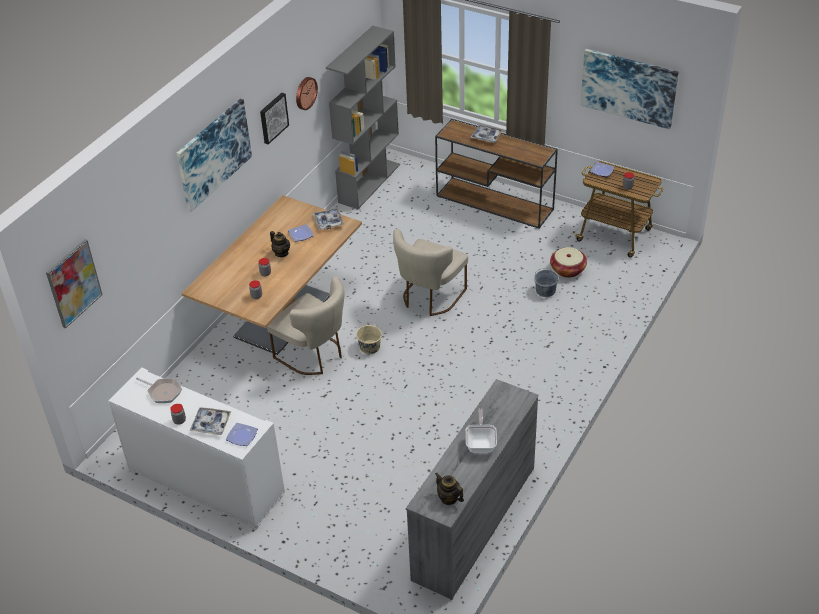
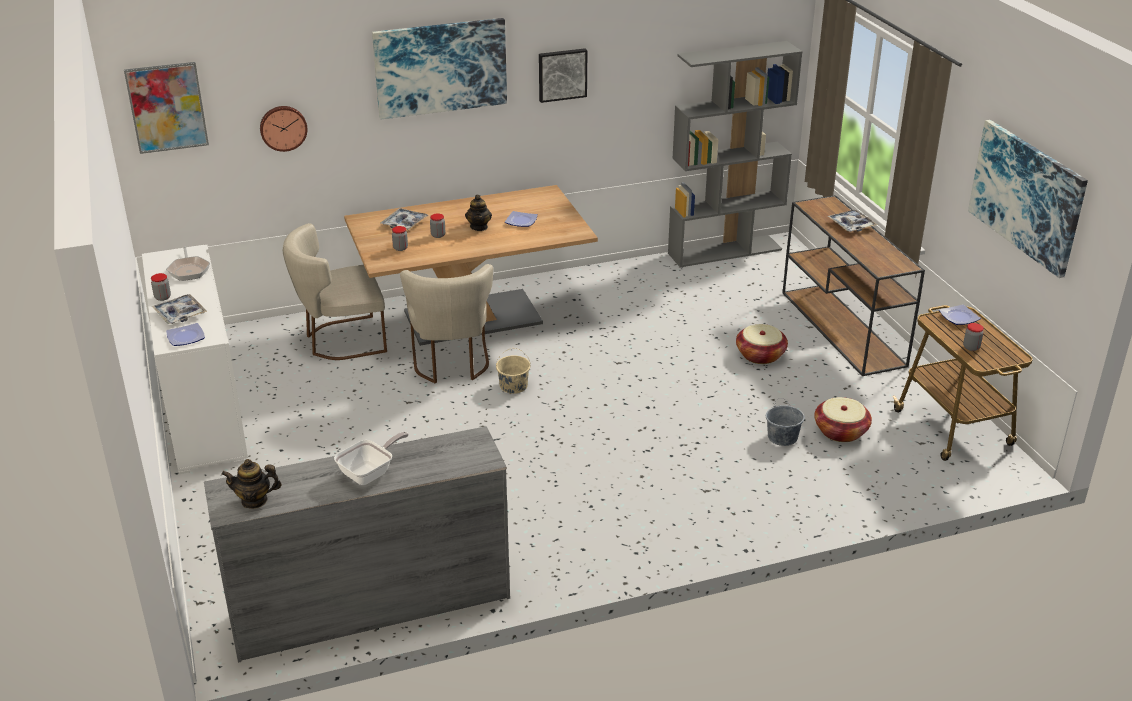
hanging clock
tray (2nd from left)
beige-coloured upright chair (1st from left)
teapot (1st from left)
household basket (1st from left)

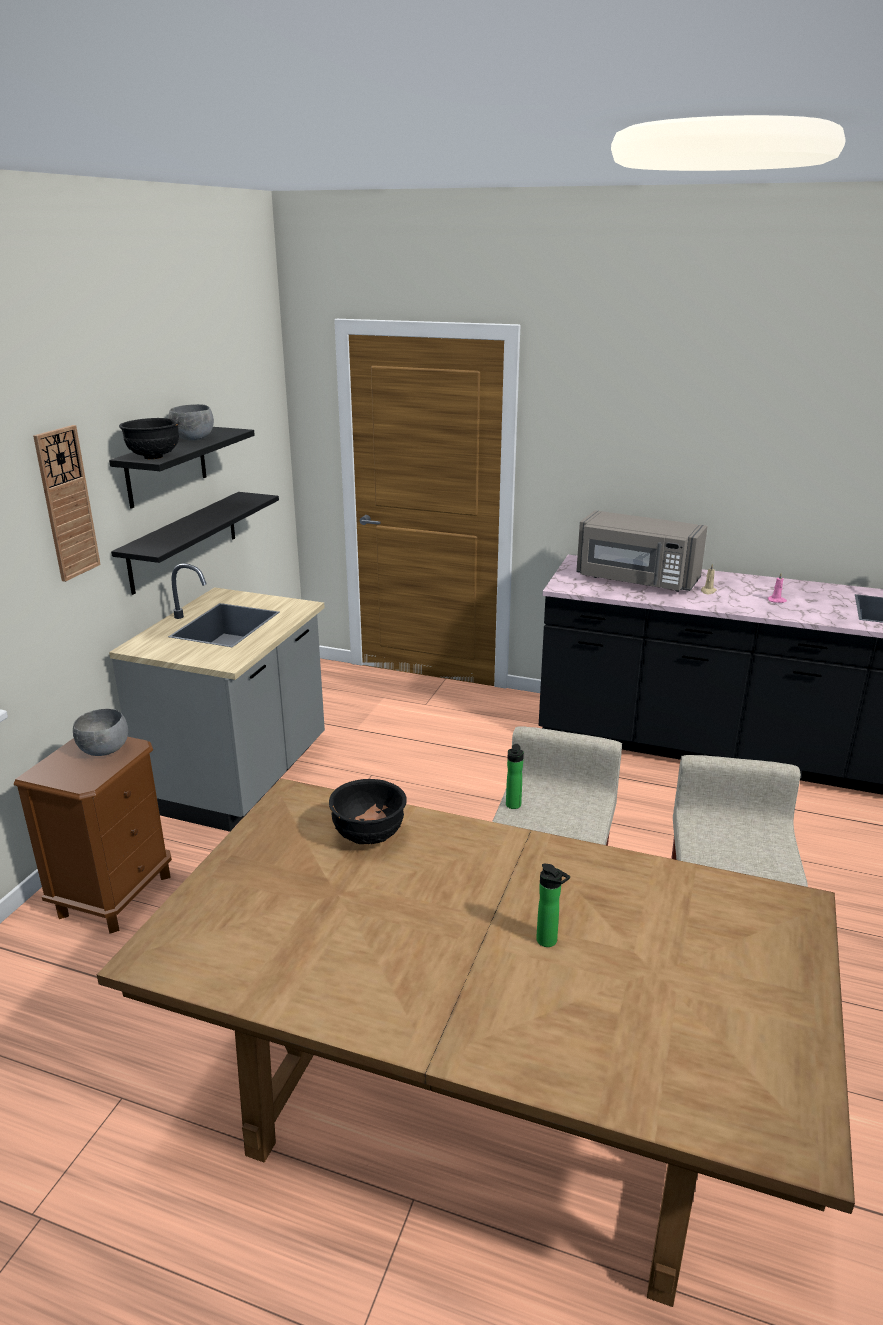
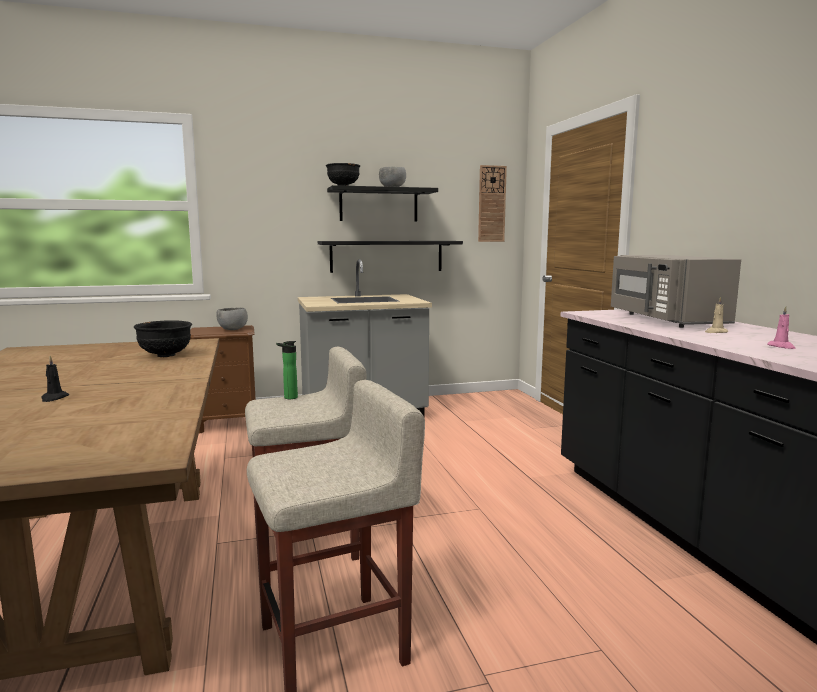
hanging clock
black candle

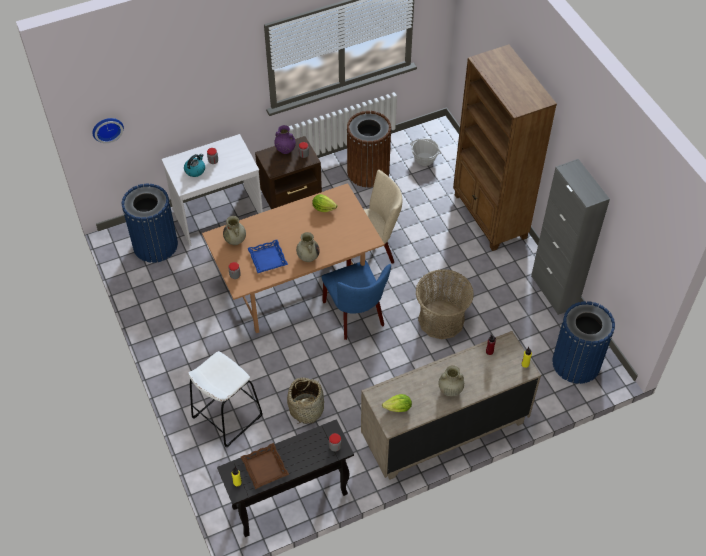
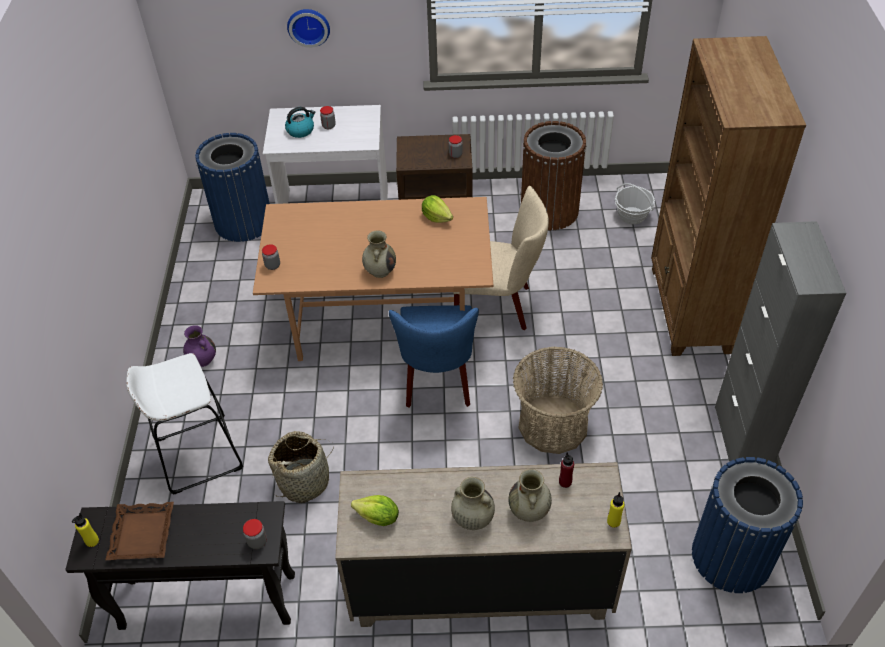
hanging clock
purplish decorative vase
beige-coloured decorative vase (3rd from left)
blue tray

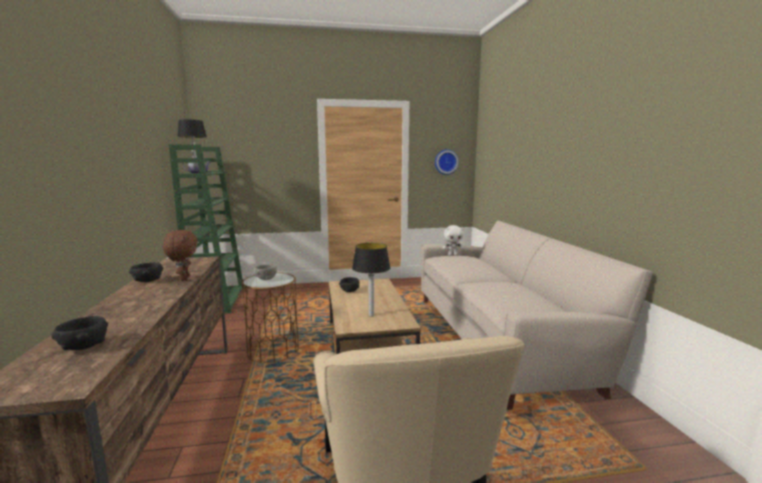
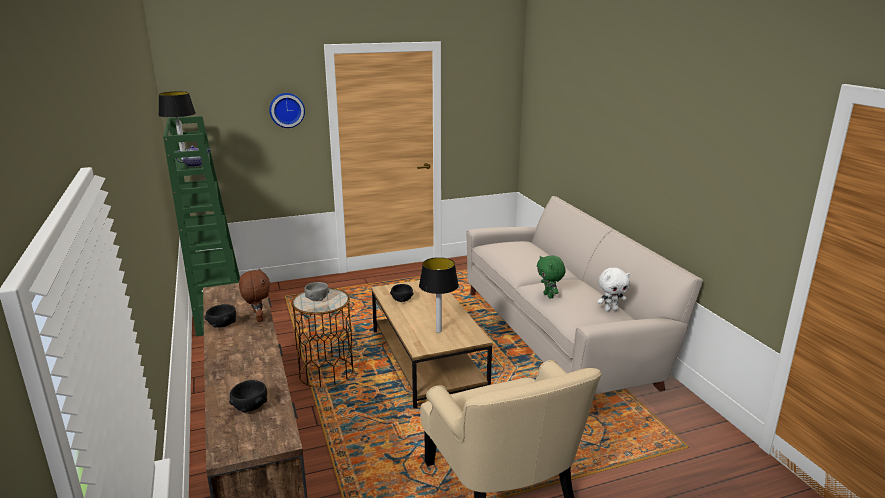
hanging clock
white cuddly toy
greenish cuddly toy

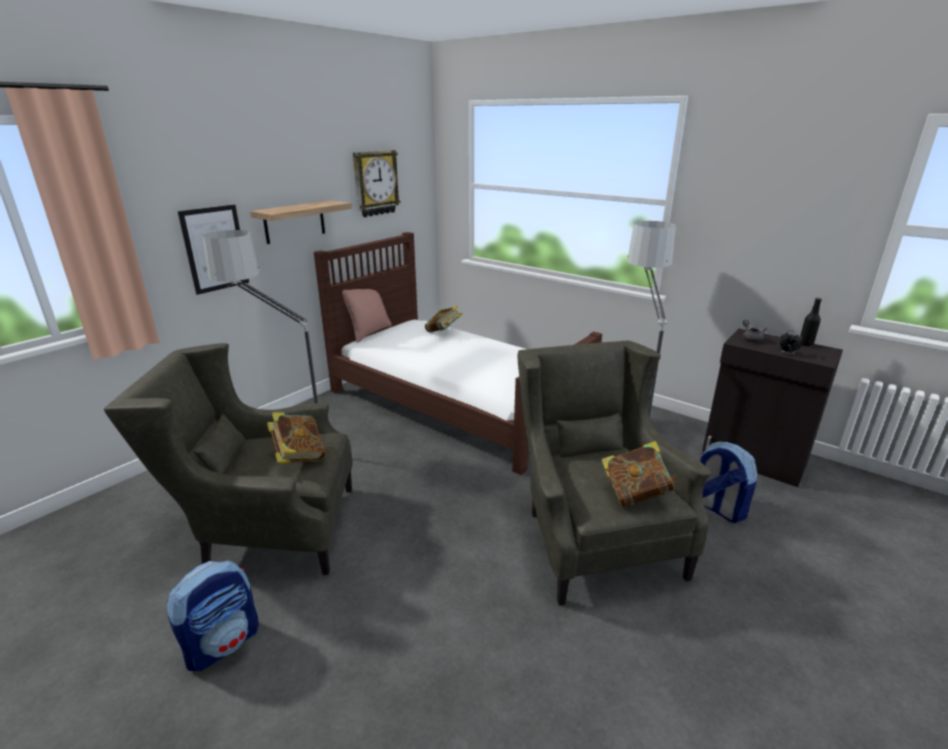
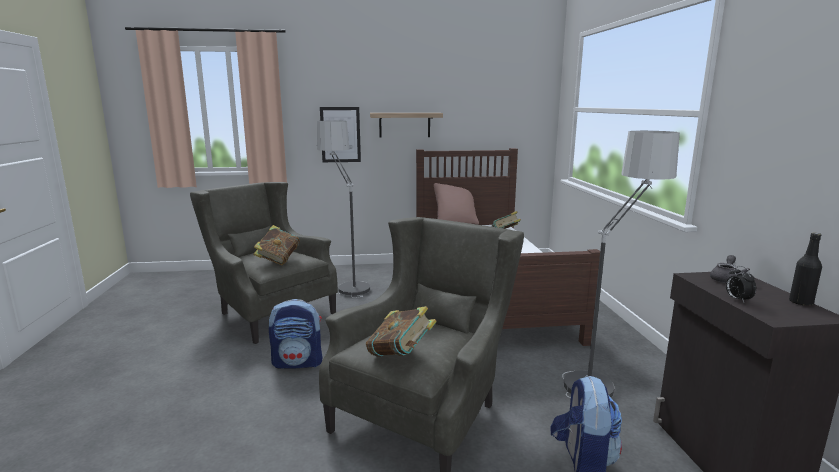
hanging clock
backpack (1st from left)

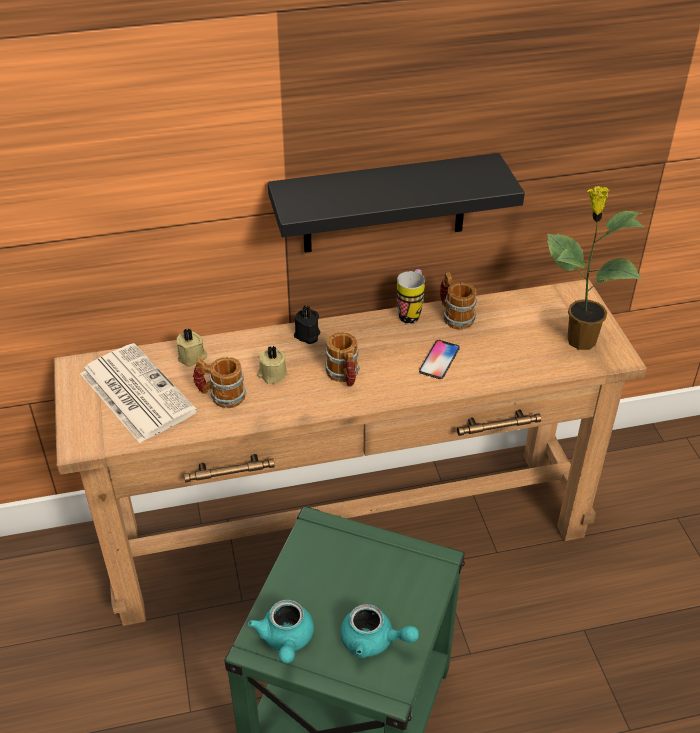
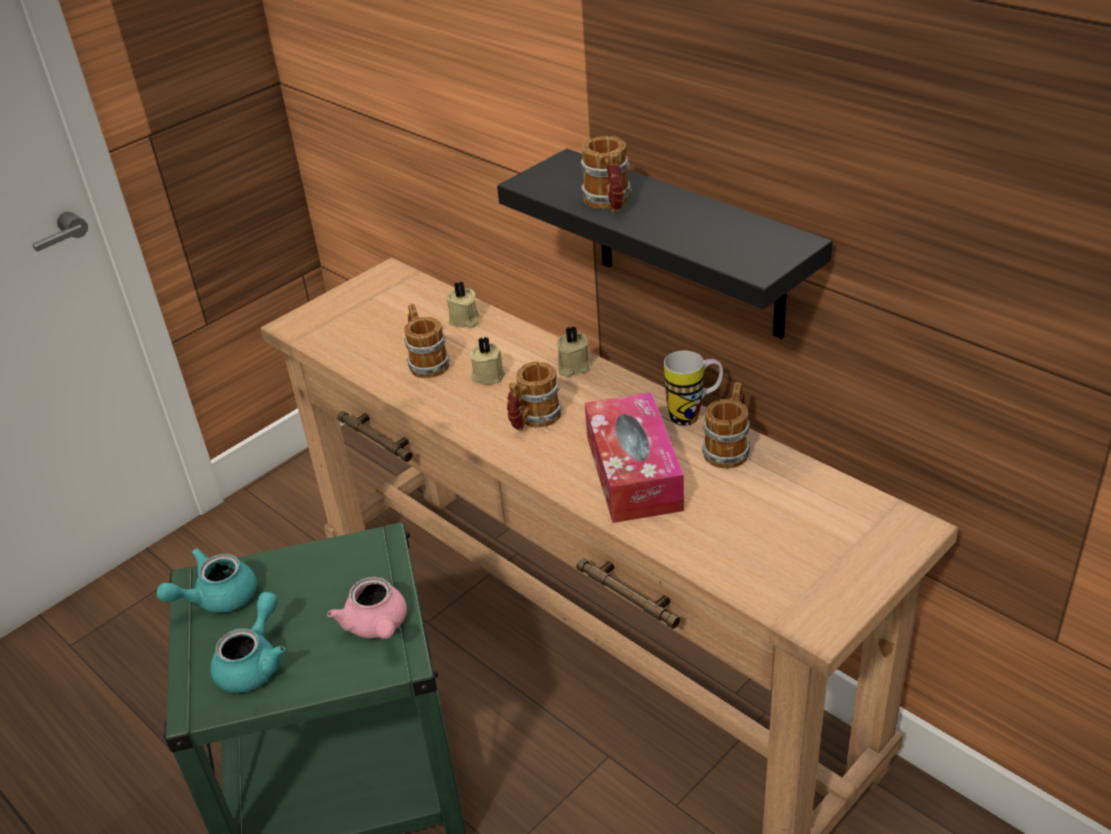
houseplant
beige-coloured candle (3rd from left)
box of tissues
newspaper
blue-green teapot (2nd from left)
mug (3rd from left)
pink teapot

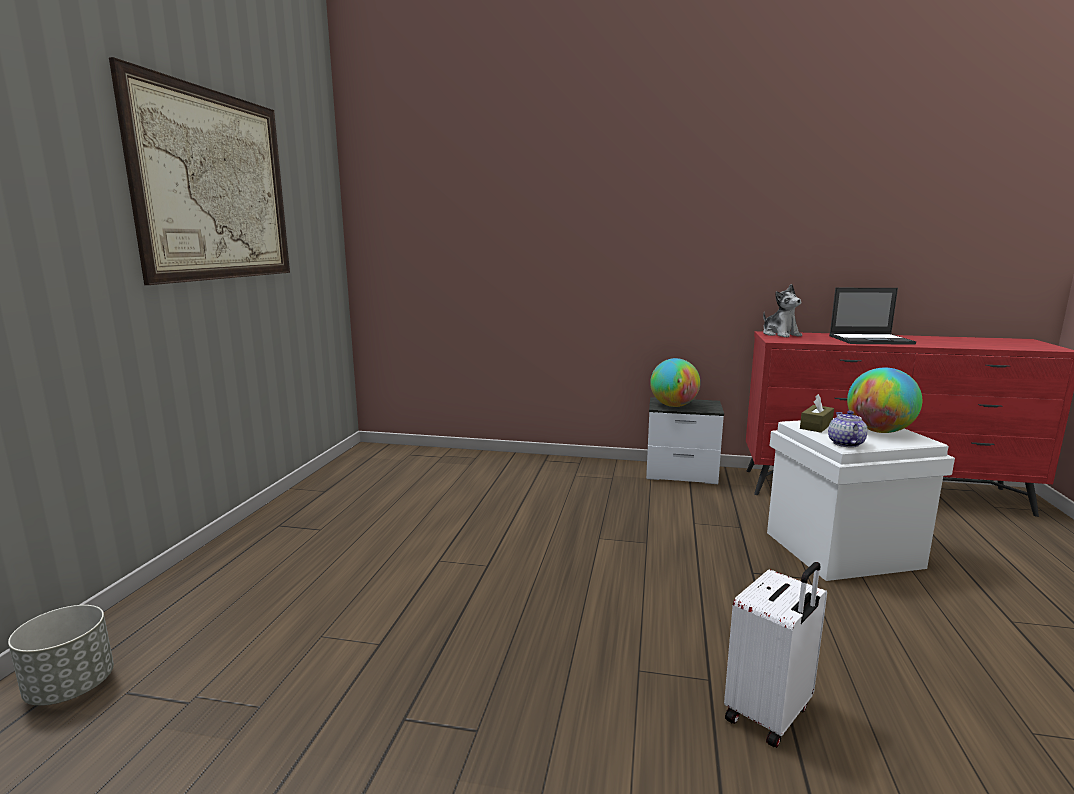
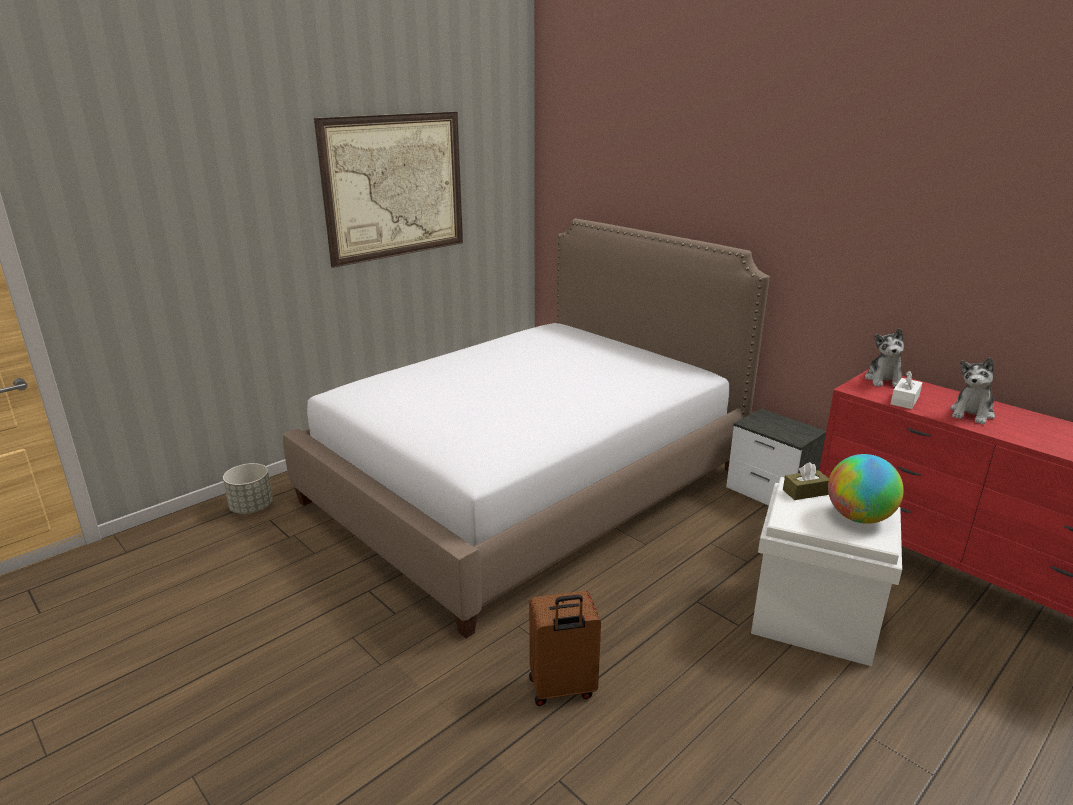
cuddly toy (2nd from left)
globe (1st from left in the first image)
teapot
brown travel case
bedroom bed
white box of tissues

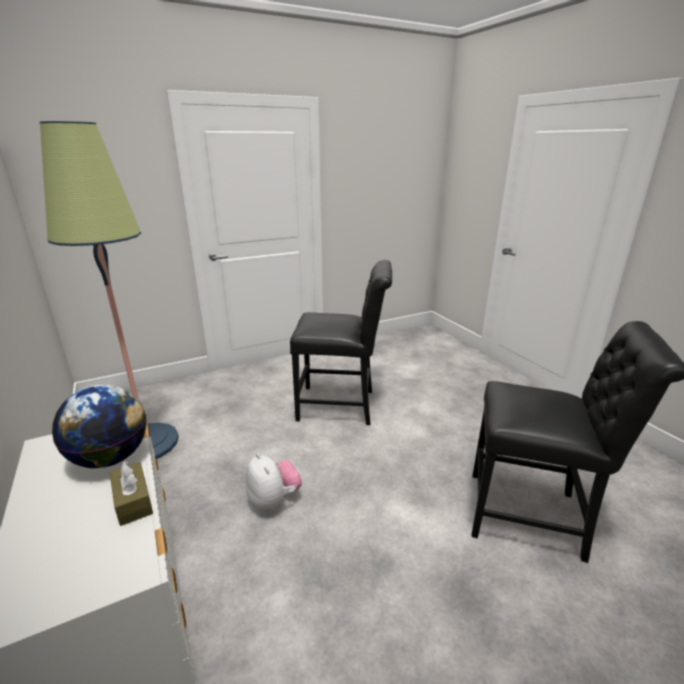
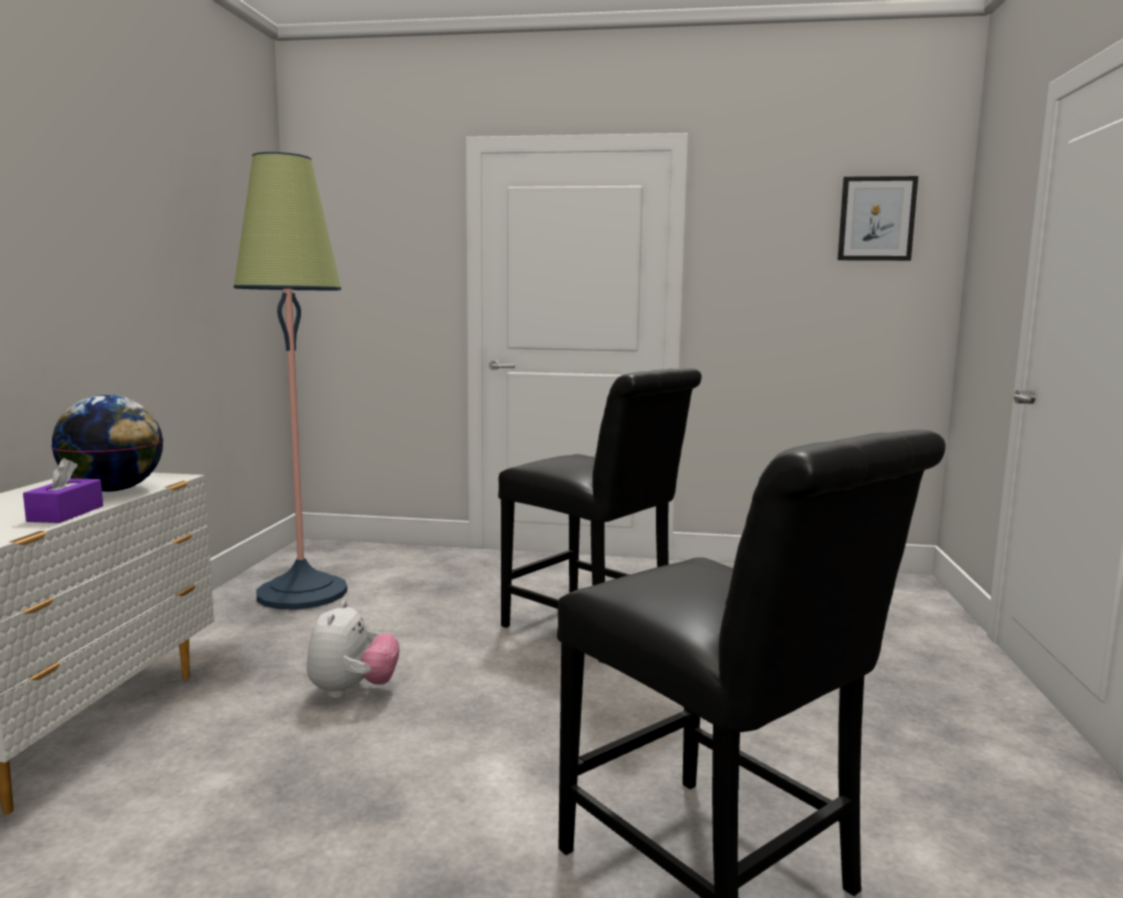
purplish box of tissues
picture

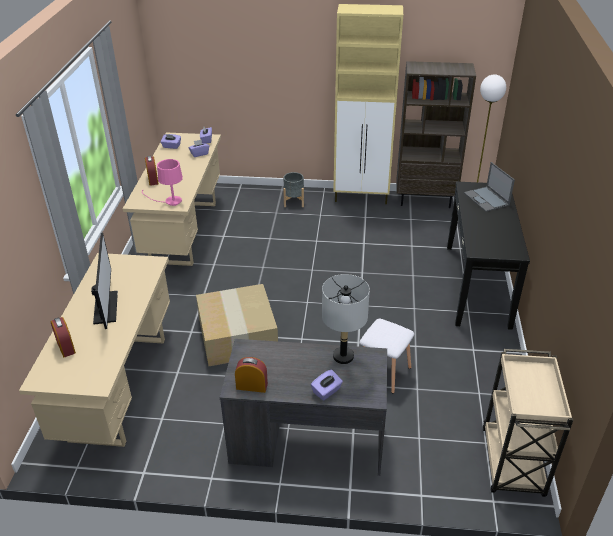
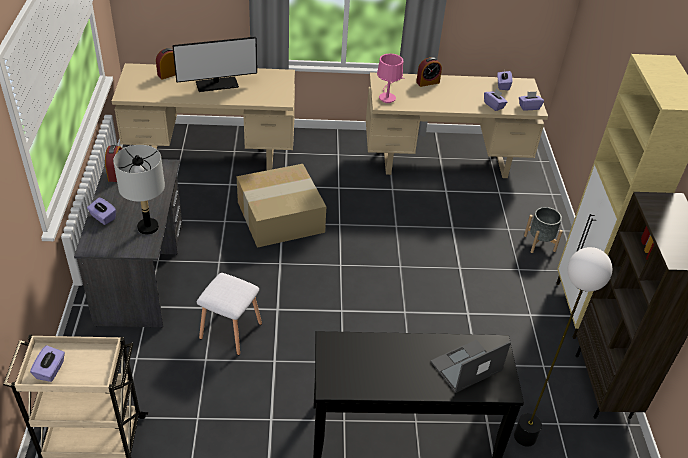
purplish box of tissues (1st from left)

